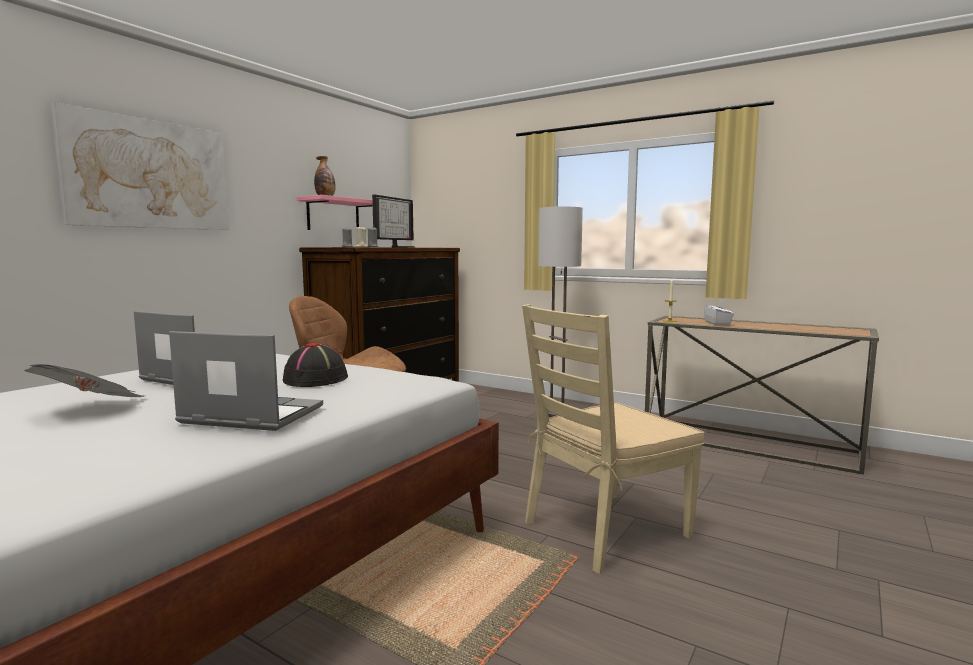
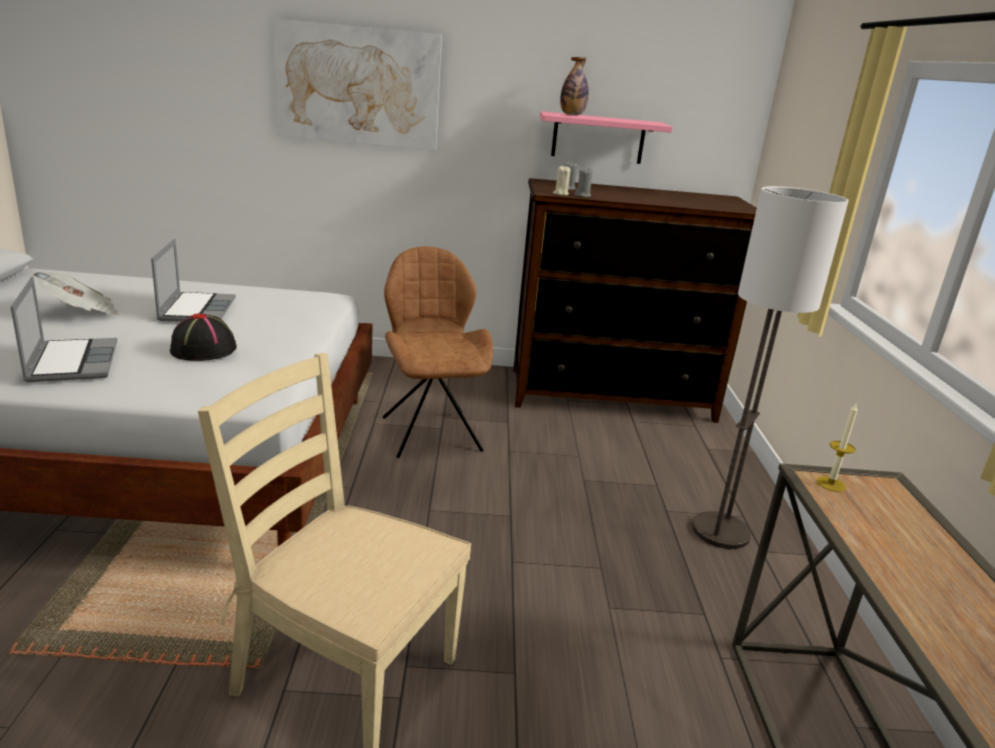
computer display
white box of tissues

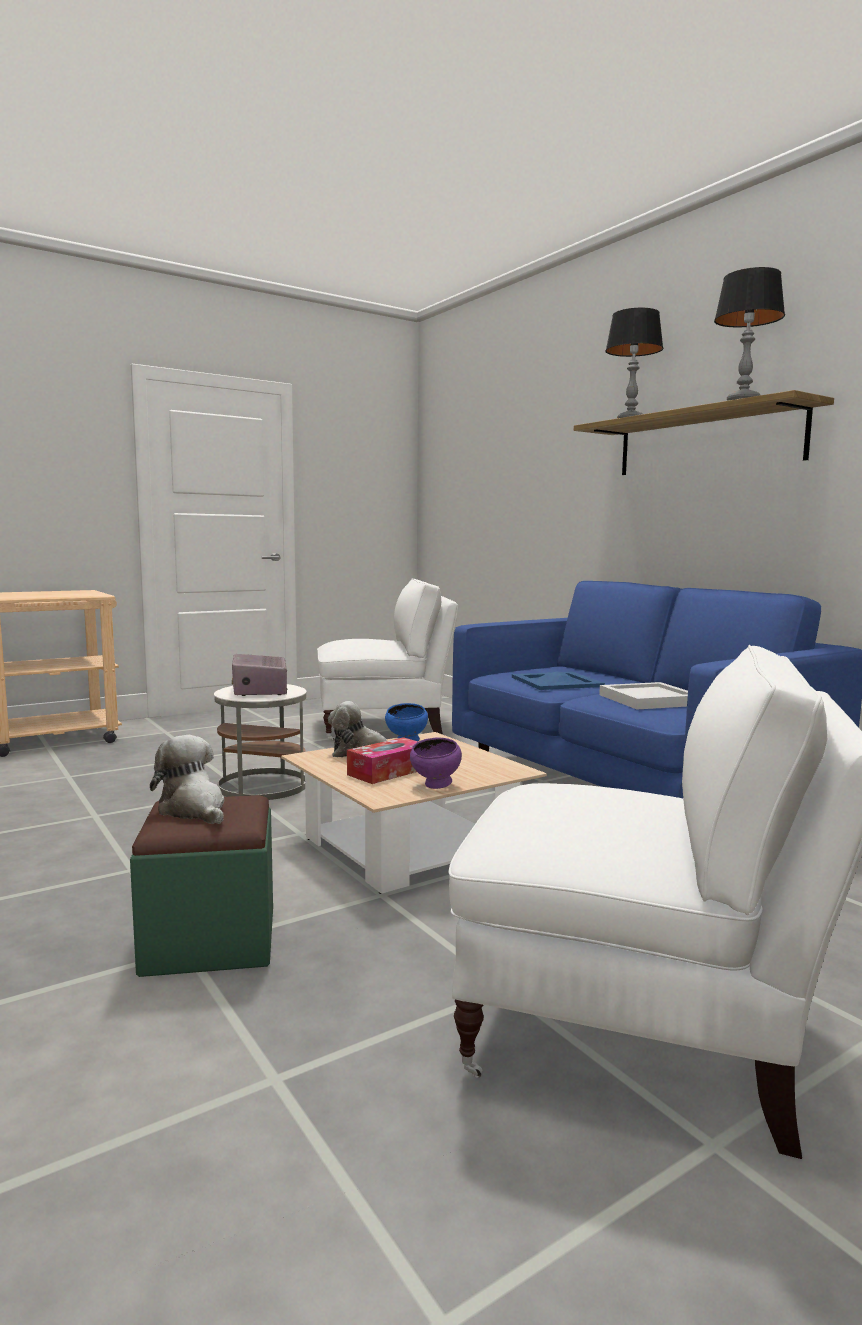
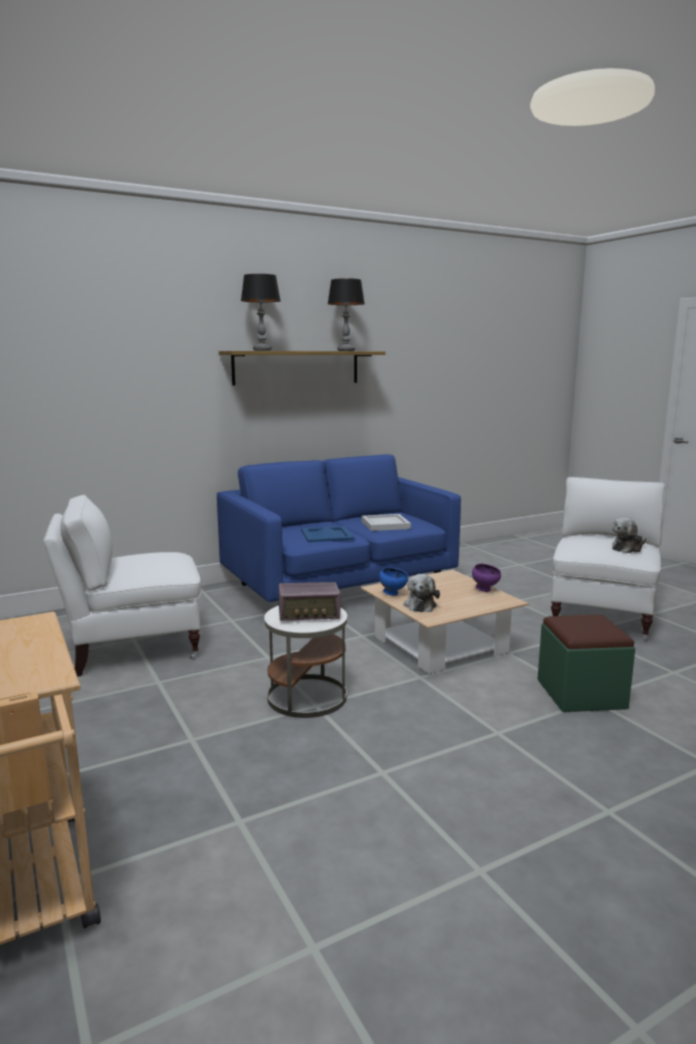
white lounge chair (1st from left)
cuddly toy (2nd from left)
box of tissues

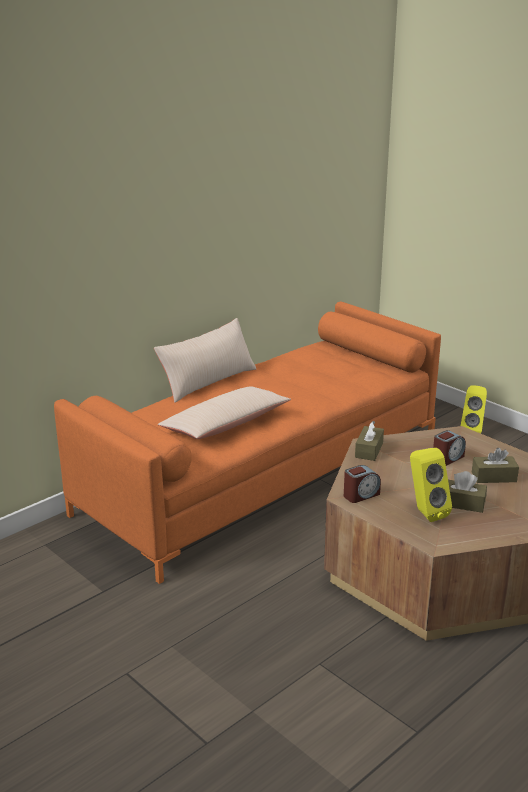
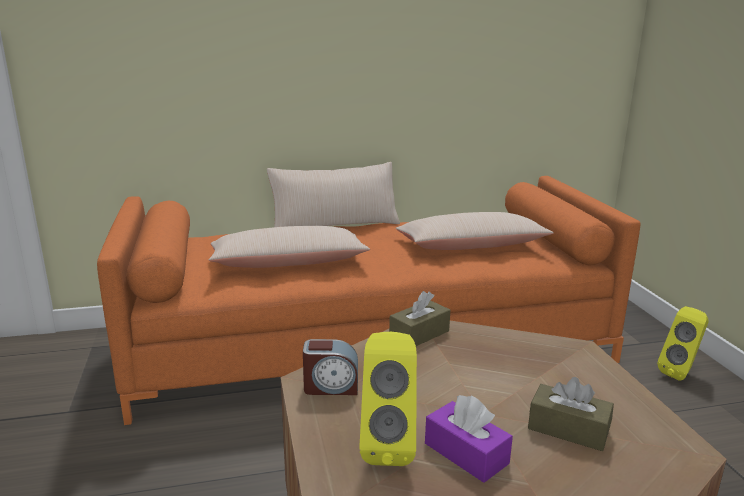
table clock (2nd from left in the first image)
purplish box of tissues
beige-coloured cushion (3rd from left)

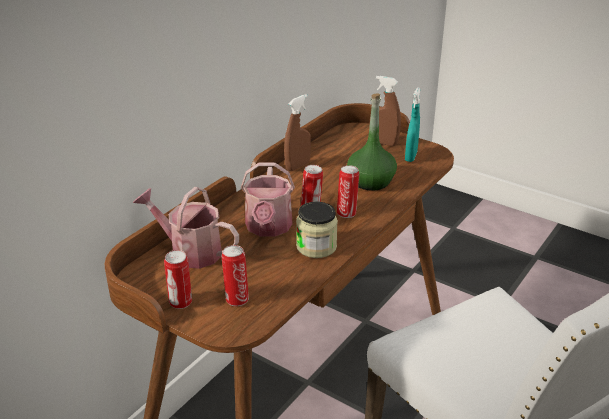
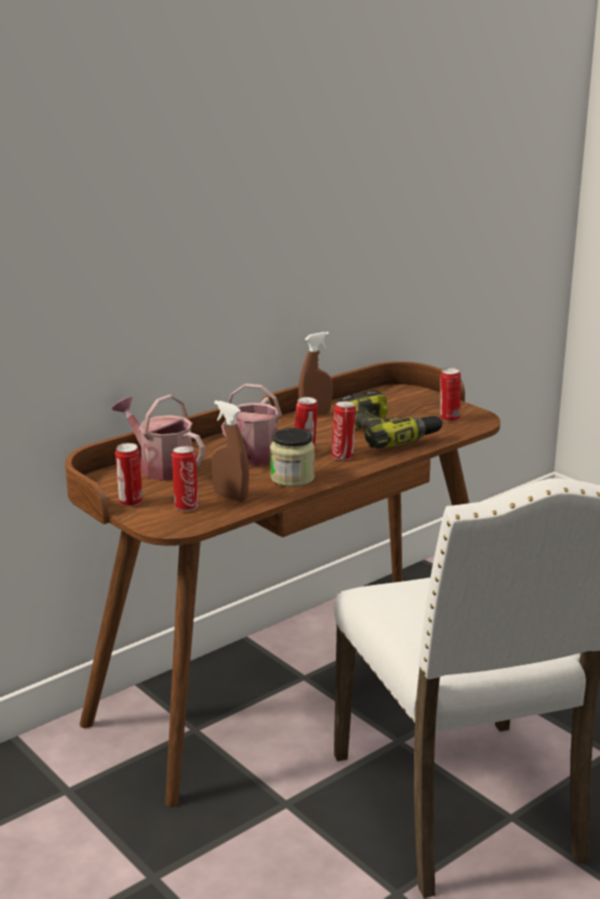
brown sprayer (1st from left)
sealed can (5th from left)
power drill

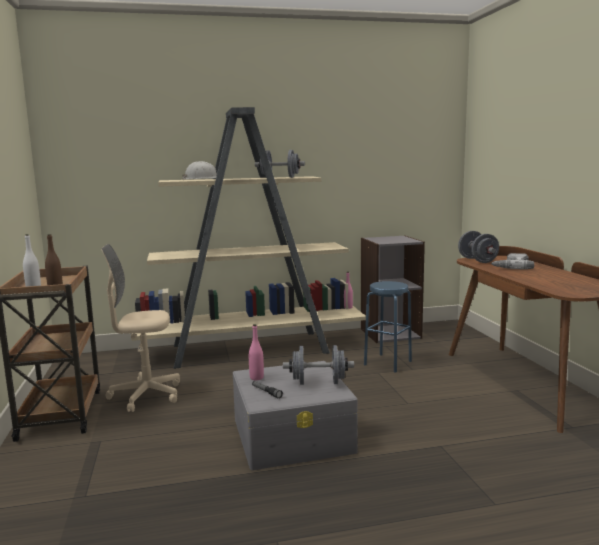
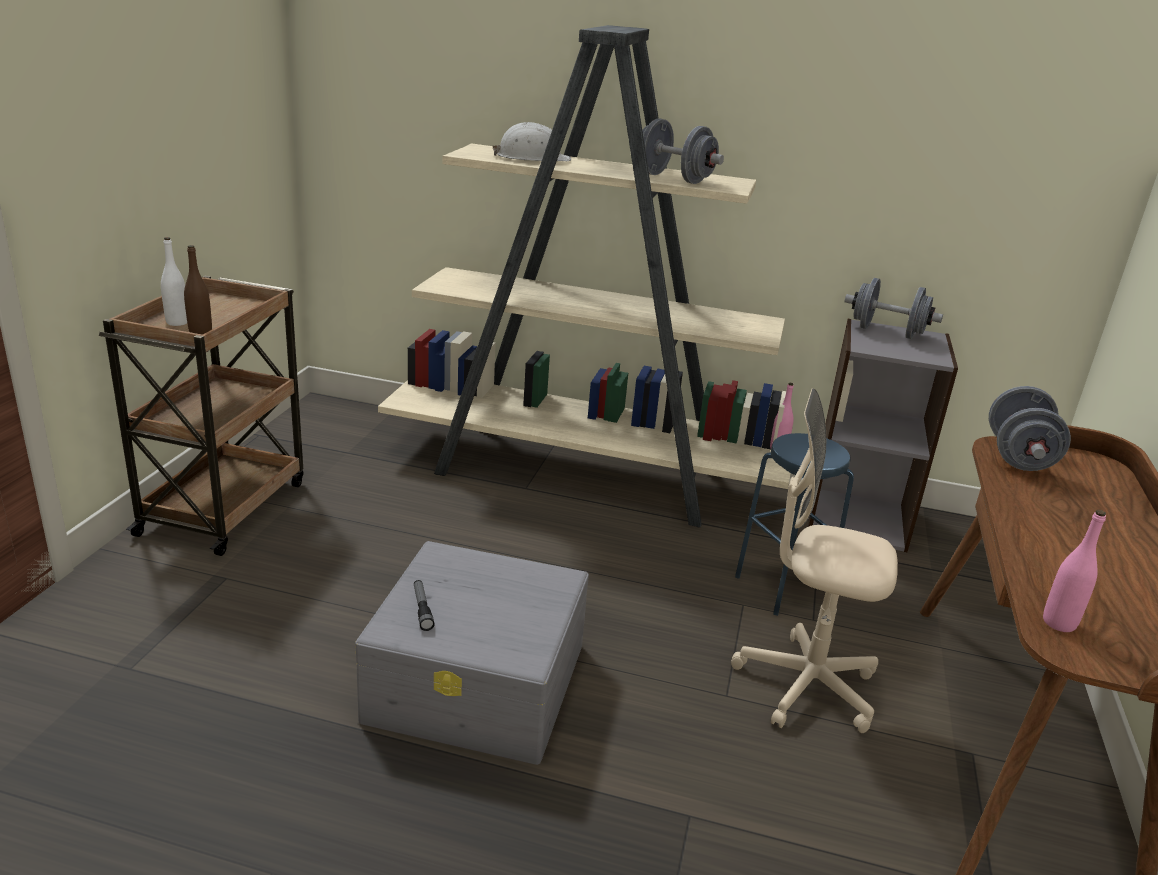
beige-coloured computer chair
power drill
pink beverage bottle (2nd from left)
gray free weight (2nd from left)

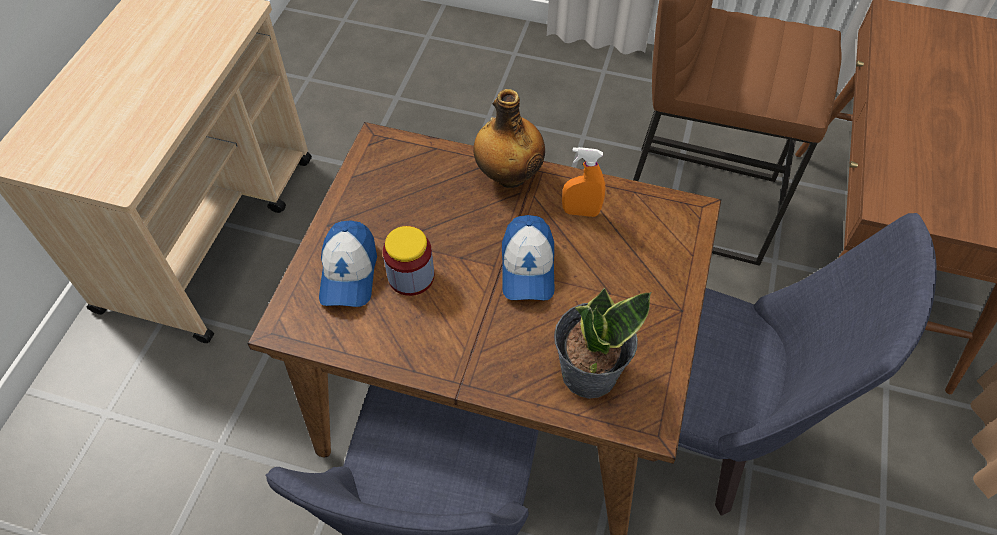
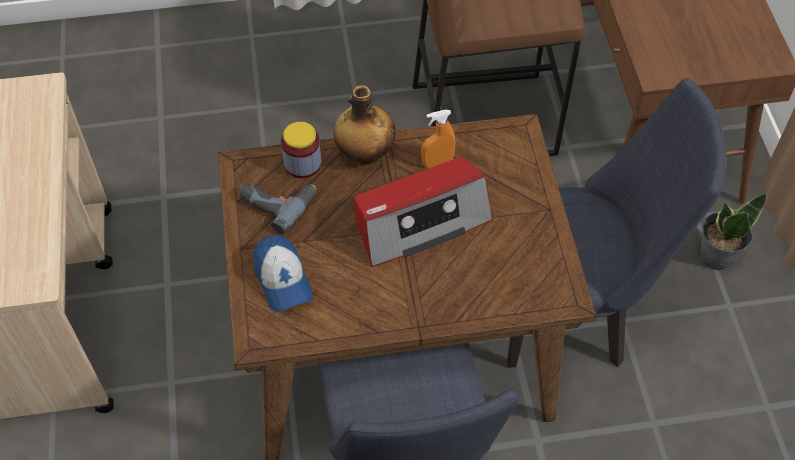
radio receiver
jar
houseplant
power drill

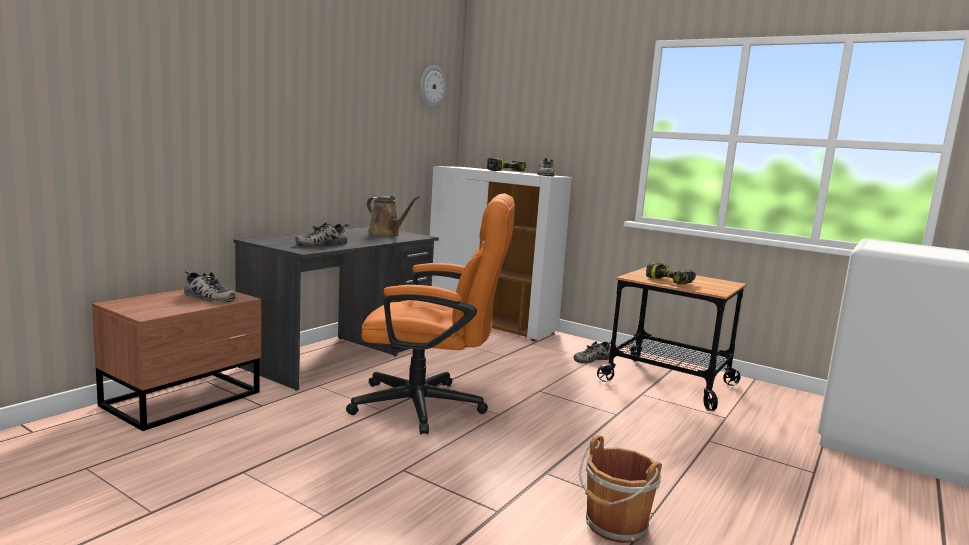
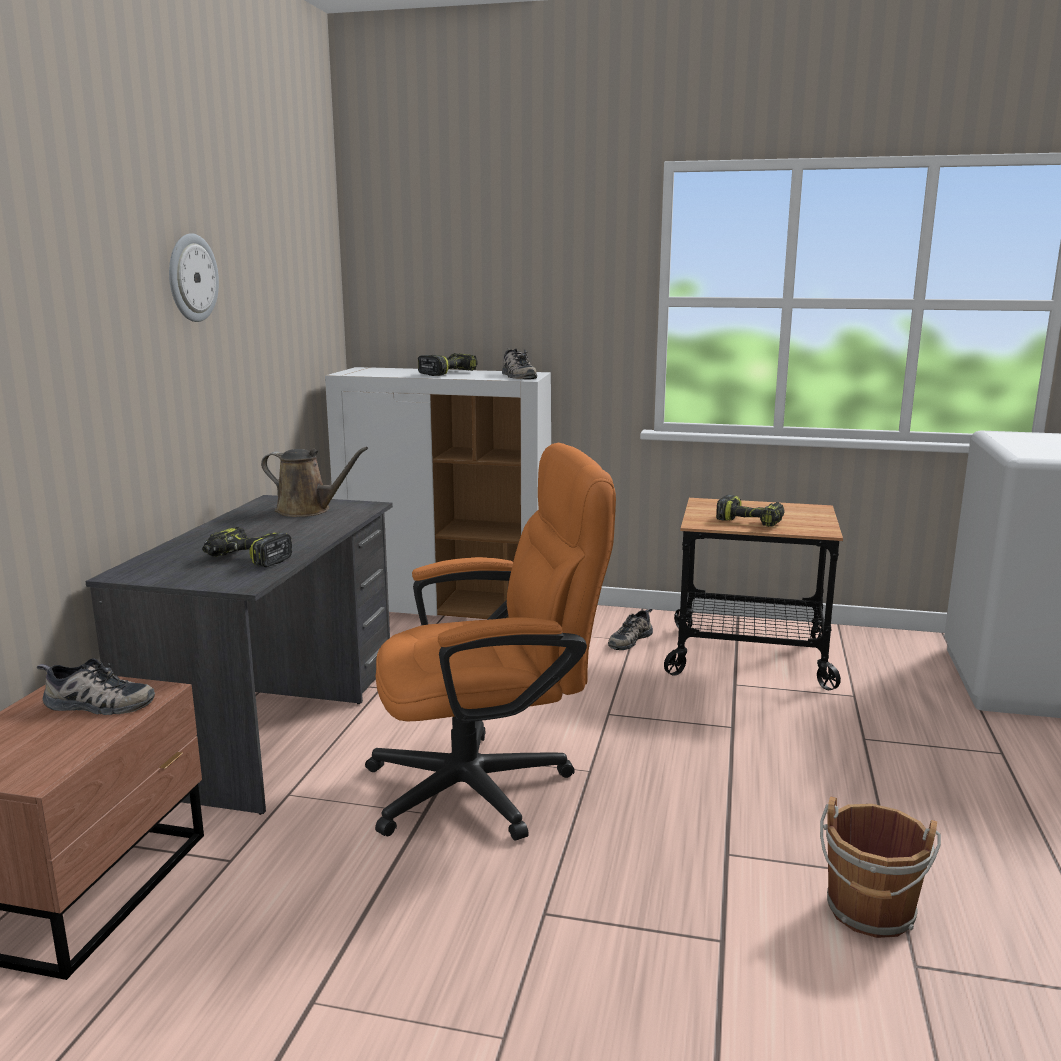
hanging clock
power drill (1st from left)

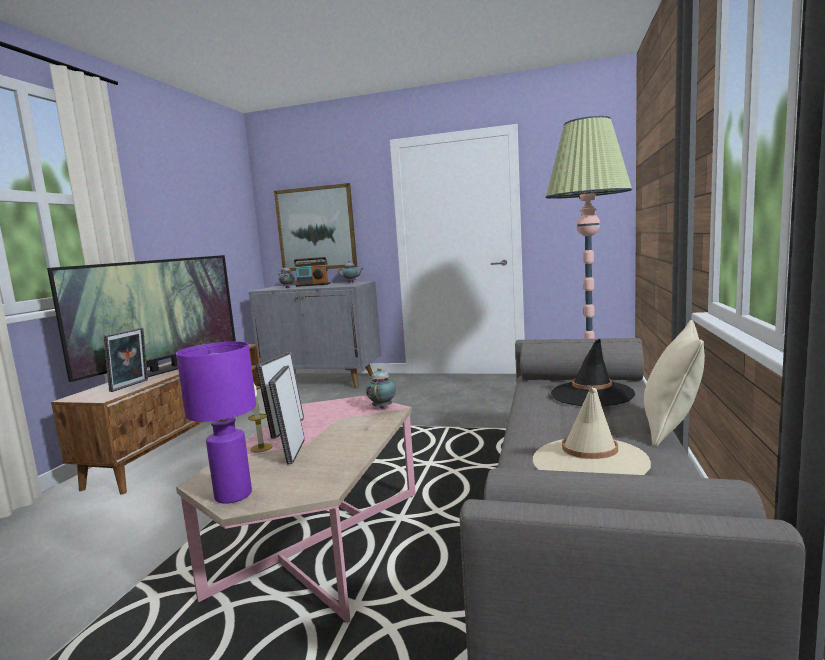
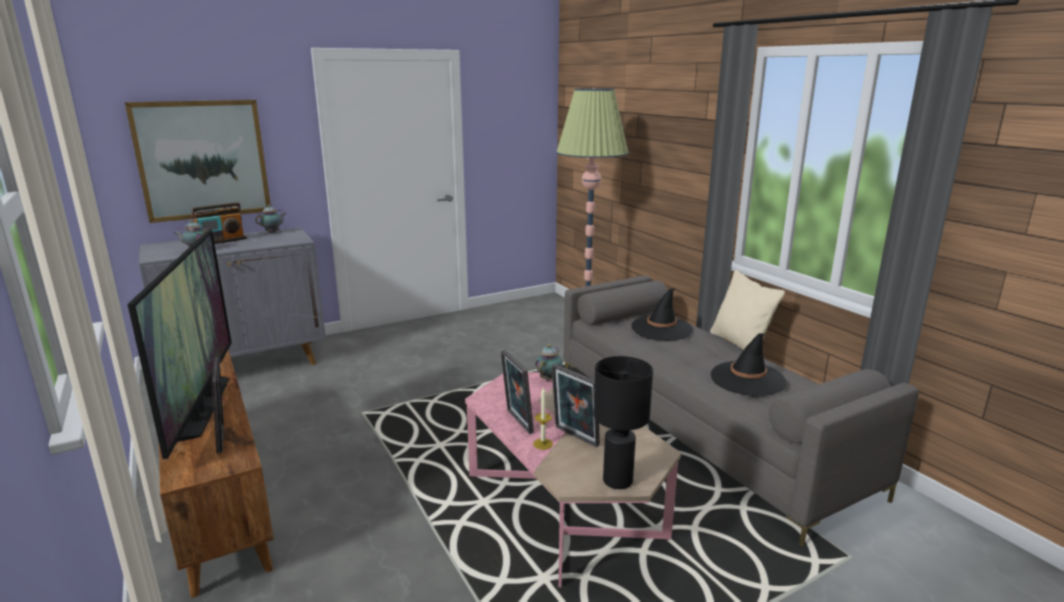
black lamp for a table
teapot (3rd from left)
black hat (2nd from left)

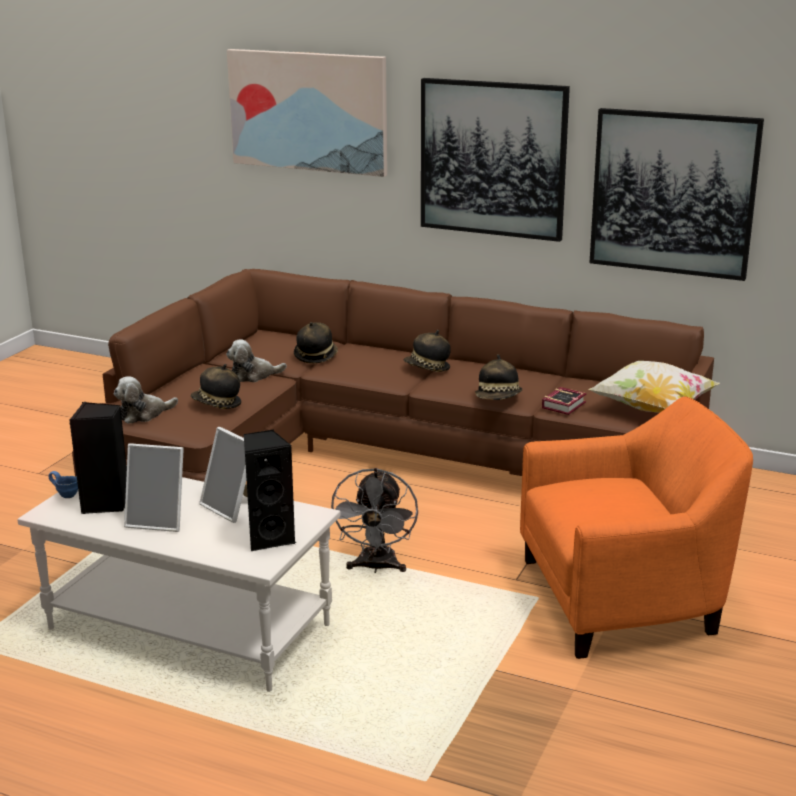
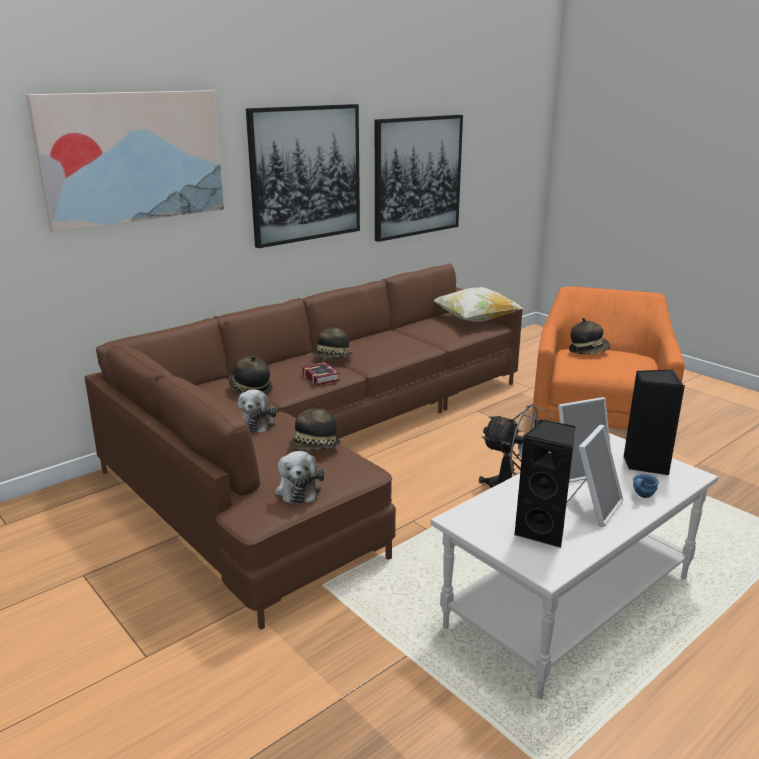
hat (4th from left)
book
blue mug

